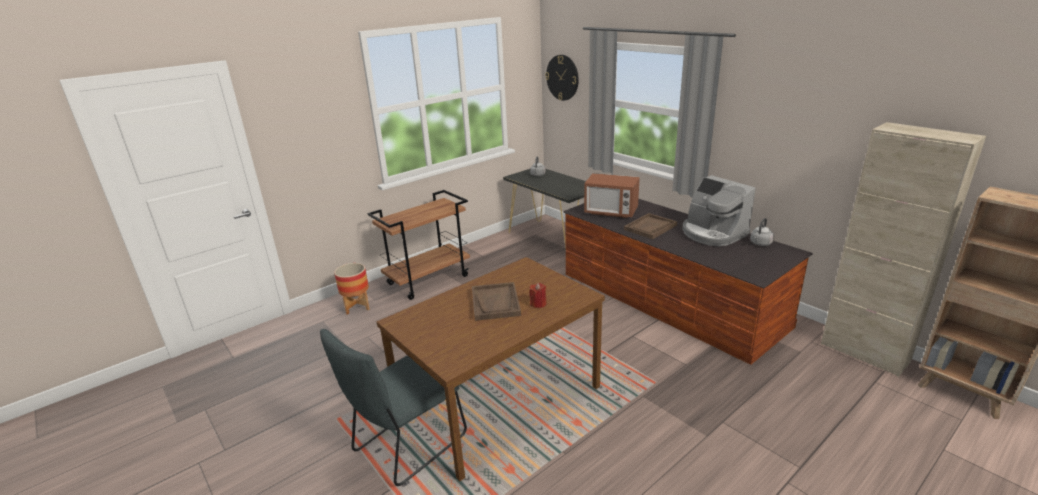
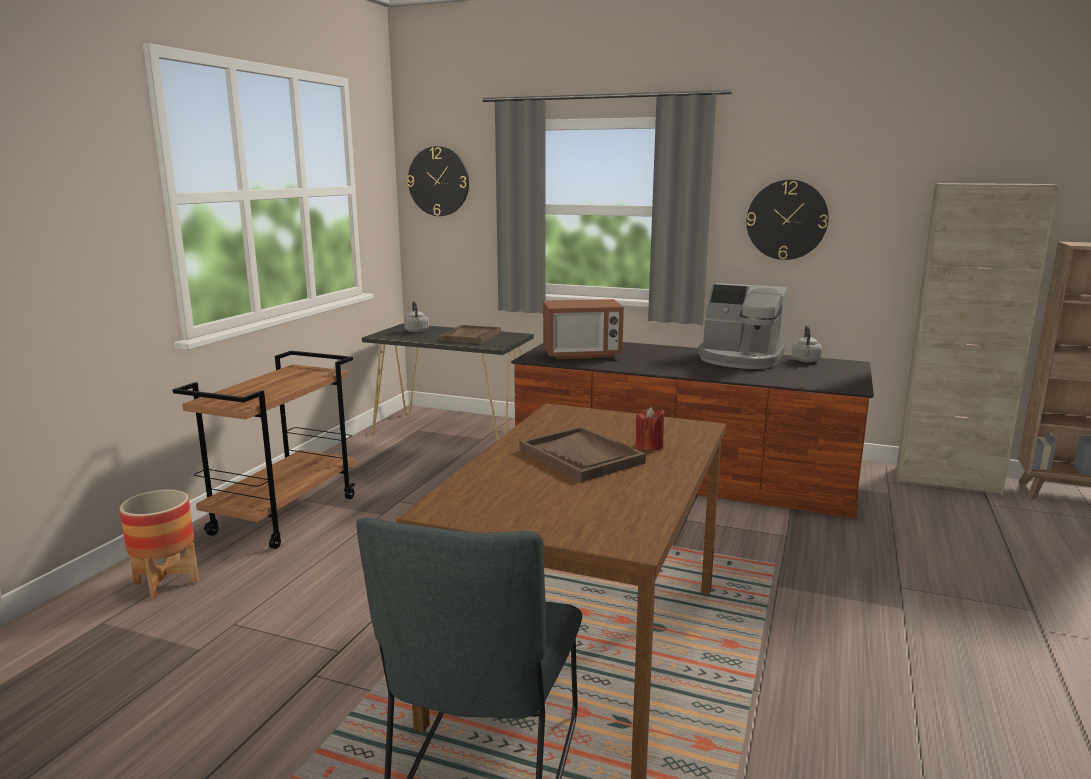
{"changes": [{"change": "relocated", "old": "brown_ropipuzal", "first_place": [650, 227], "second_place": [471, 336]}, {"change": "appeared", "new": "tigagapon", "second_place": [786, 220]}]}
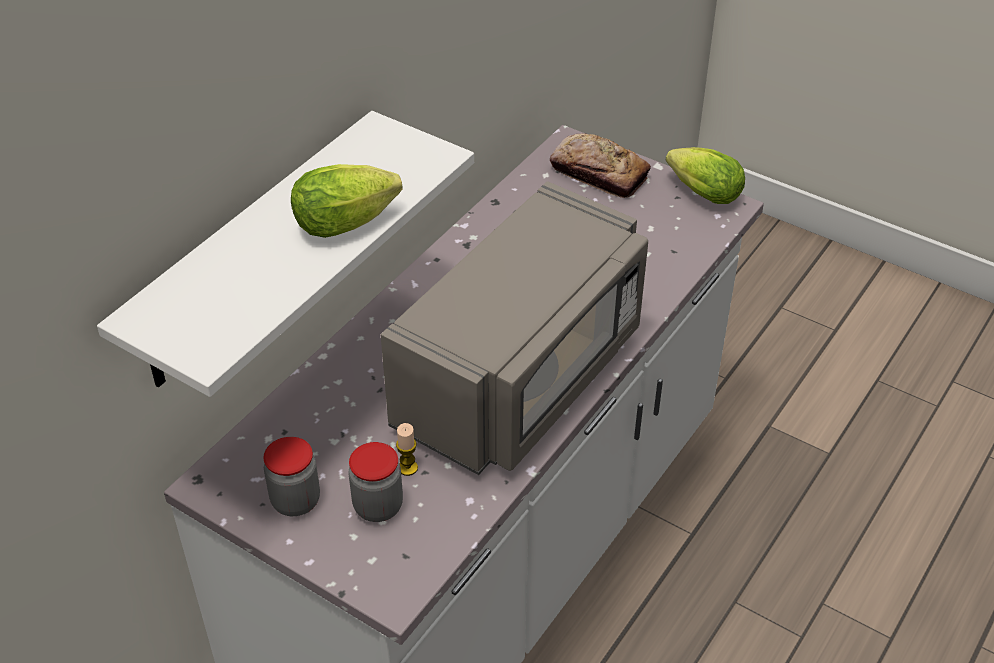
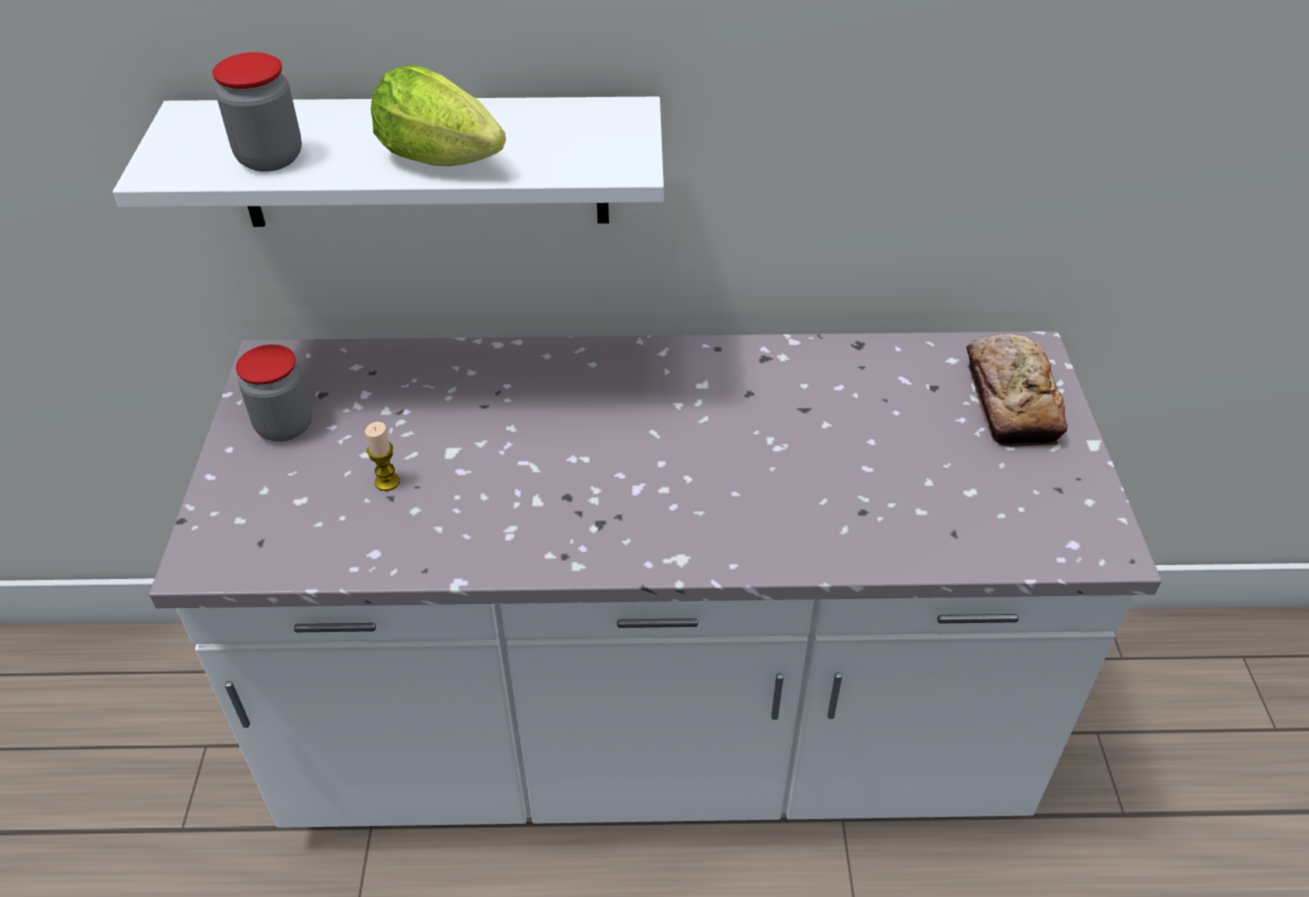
{"changes": [{"change": "missing", "old": "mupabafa", "first_place": [700, 192]}, {"change": "missing", "old": "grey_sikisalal", "first_place": [522, 377]}, {"change": "relocated", "old": "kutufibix", "first_place": [378, 506], "second_place": [270, 158]}]}
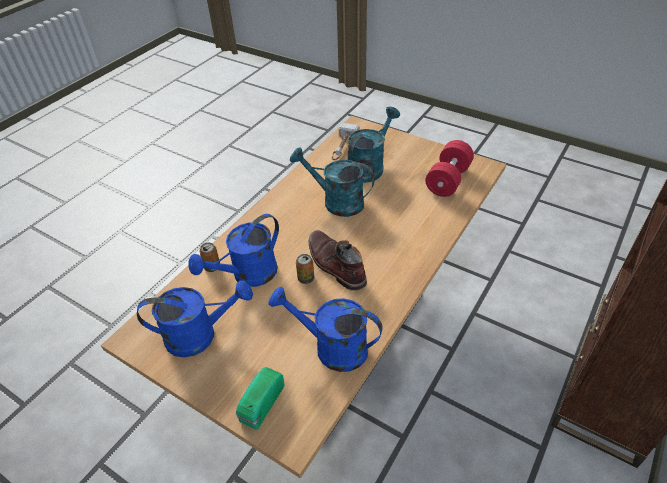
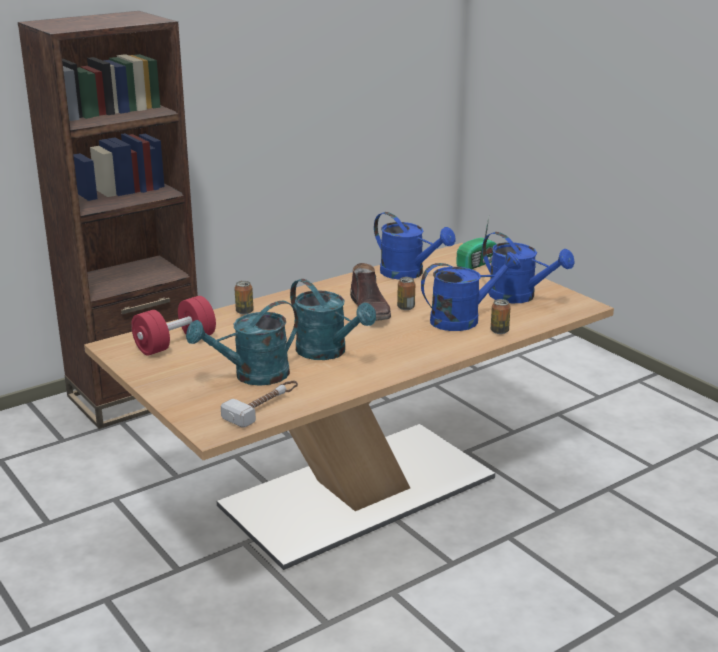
{"changes": [{"change": "spun", "old": "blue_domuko", "first_place": [200, 335], "second_place": [519, 297], "degrees": -150}, {"change": "appeared", "new": "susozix", "second_place": [244, 311]}]}
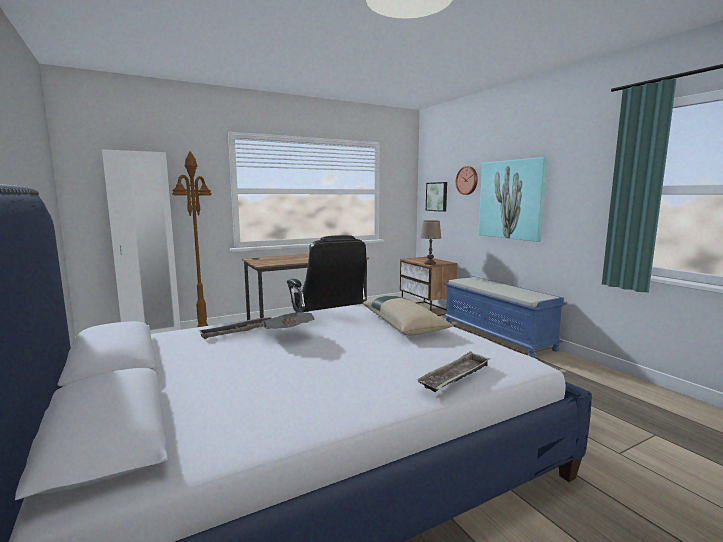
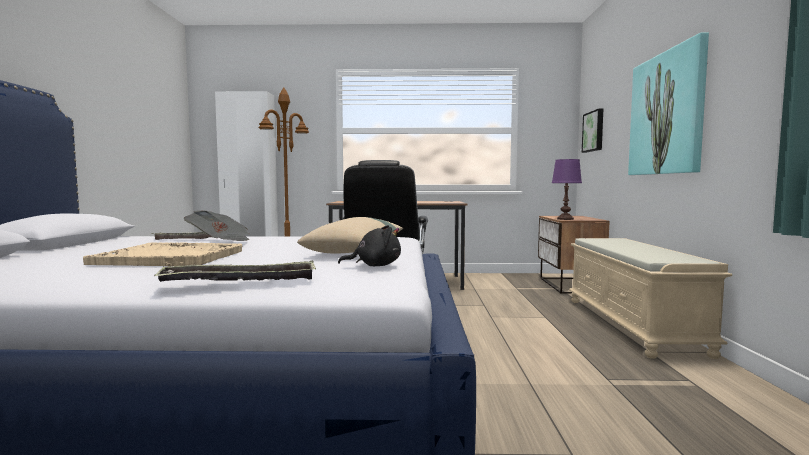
{"changes": [{"change": "missing", "old": "tigagapon", "first_place": [467, 180]}, {"change": "colour", "old": "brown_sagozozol", "new": "purple_sagozozol", "first_place": [429, 263], "second_place": [565, 219]}, {"change": "colour", "old": "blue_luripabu", "new": "beige_luripabu", "first_place": [497, 336], "second_place": [633, 325]}, {"change": "appeared", "new": "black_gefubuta", "second_place": [375, 265]}, {"change": "appeared", "new": "beige_ropipuzal", "second_place": [171, 257]}]}
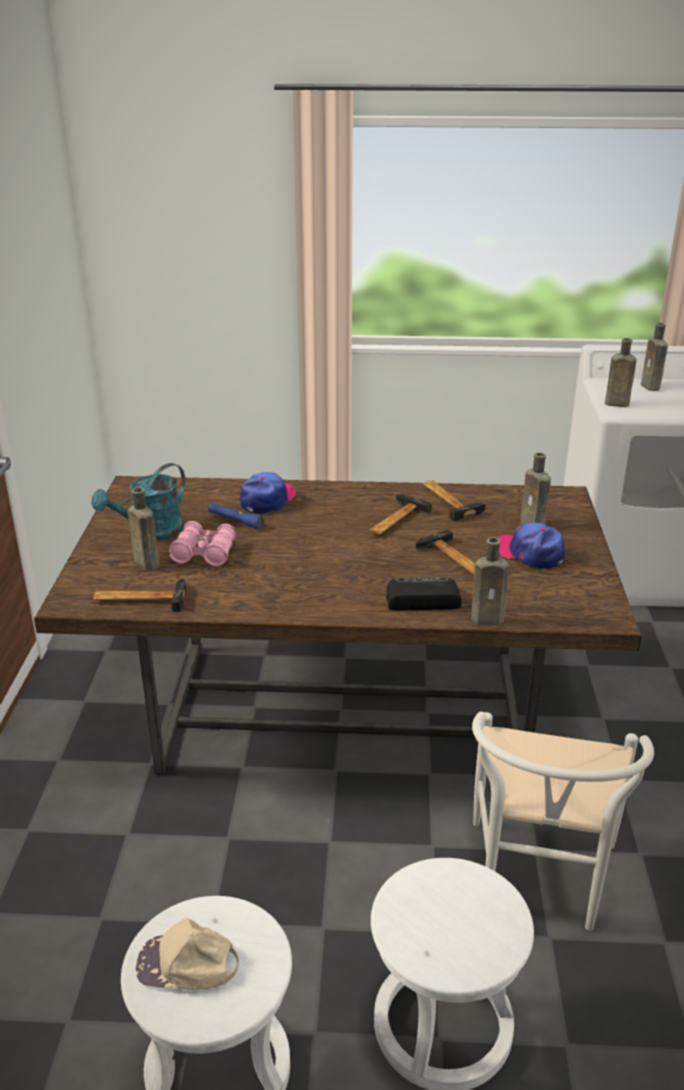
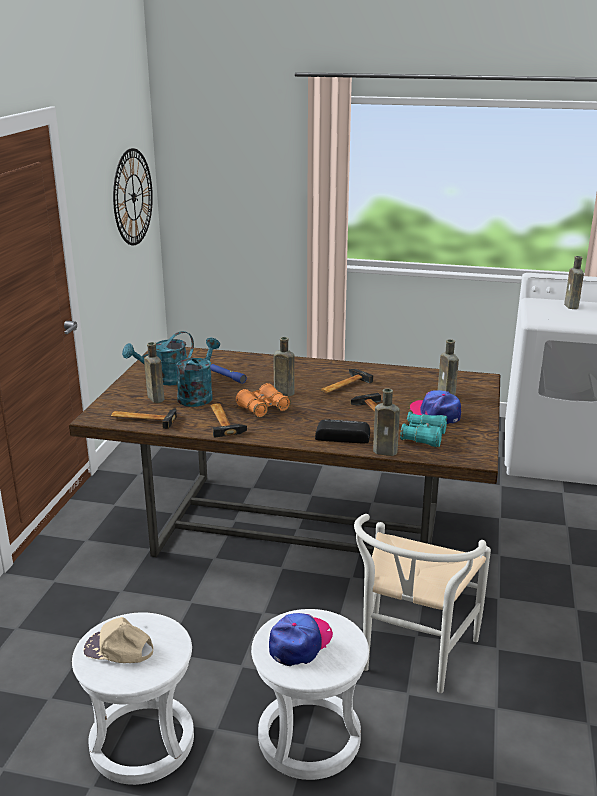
{"changes": [{"change": "relocated", "old": "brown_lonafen", "first_place": [615, 404], "second_place": [282, 392]}, {"change": "relocated", "old": "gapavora", "first_place": [268, 499], "second_place": [300, 643]}, {"change": "relocated", "old": "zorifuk", "first_place": [449, 501], "second_place": [224, 421]}, {"change": "exchanged", "old": "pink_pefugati", "new": "turquoise_domuko", "first_place": [204, 553], "second_place": [198, 395]}, {"change": "appeared", "new": "tigagapon", "second_place": [133, 197]}, {"change": "appeared", "new": "orange_pefugati", "second_place": [263, 408]}, {"change": "appeared", "new": "turquoise_pefugati", "second_place": [423, 437]}]}
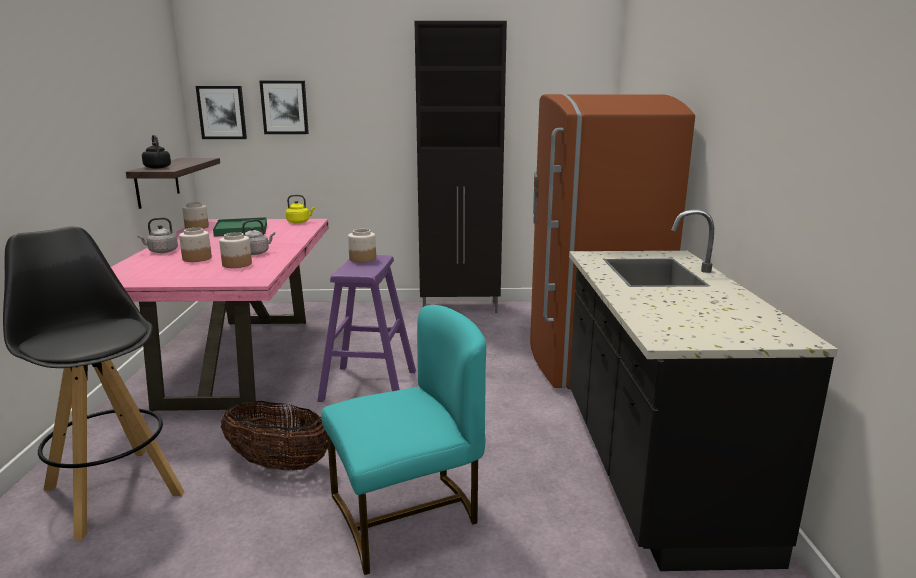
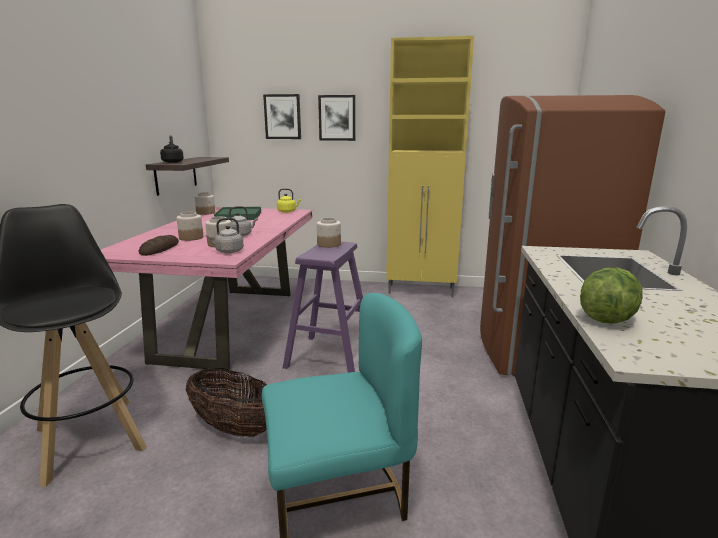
{"changes": [{"change": "colour", "old": "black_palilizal", "new": "yellow_palilizal", "first_place": [461, 308], "second_place": [421, 290]}, {"change": "relocated", "old": "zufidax", "first_place": [222, 112], "second_place": [337, 118]}, {"change": "relocated", "old": "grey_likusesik", "first_place": [161, 251], "second_place": [228, 251]}, {"change": "appeared", "new": "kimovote", "second_place": [159, 249]}, {"change": "appeared", "new": "mupabafa", "second_place": [606, 318]}]}
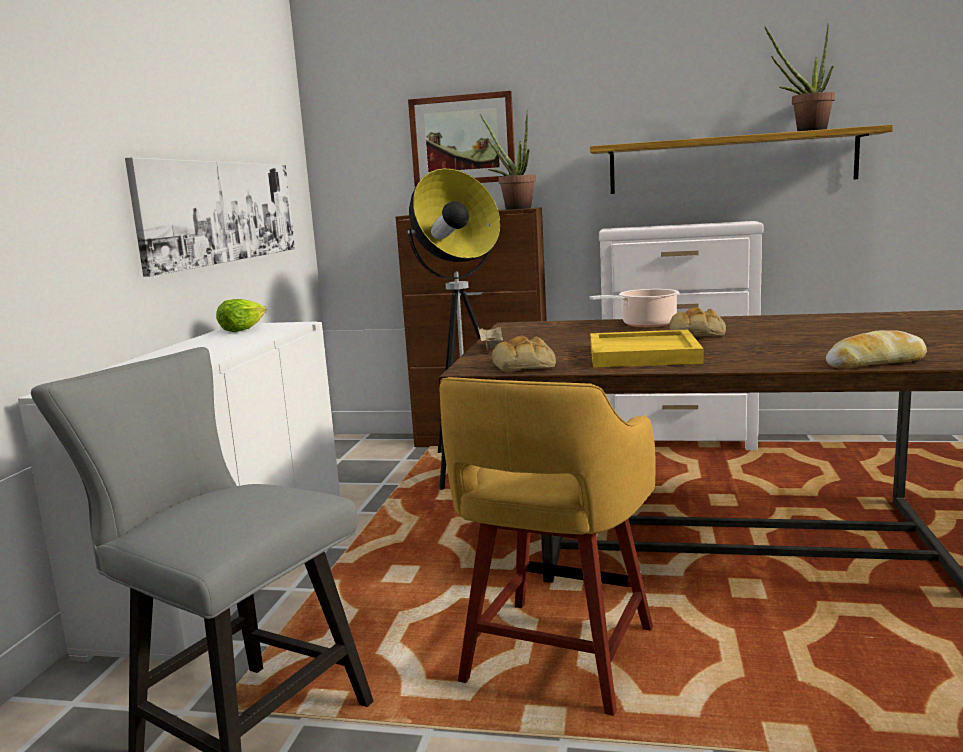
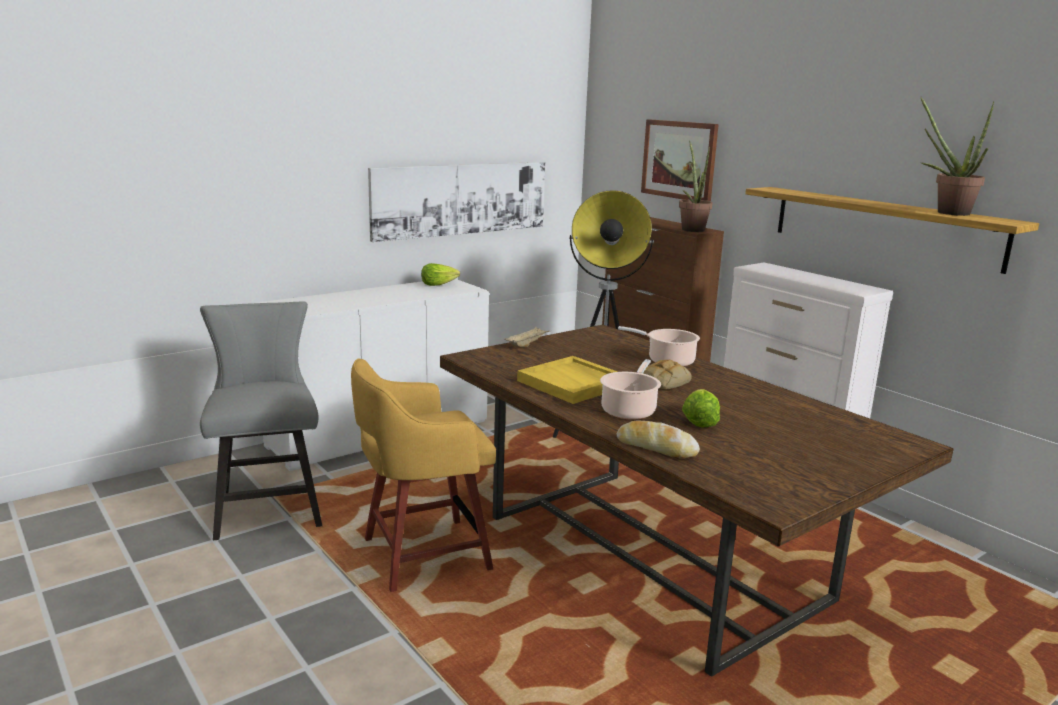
{"changes": [{"change": "missing", "old": "kimovote", "first_place": [524, 365]}, {"change": "appeared", "new": "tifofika", "second_place": [629, 410]}, {"change": "appeared", "new": "mupabafa", "second_place": [699, 421]}]}
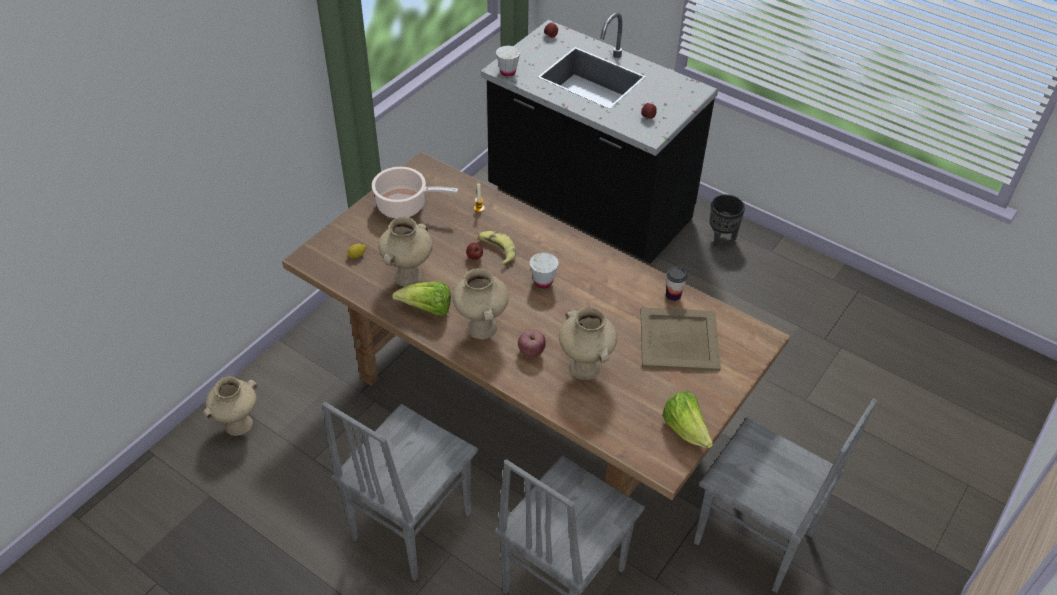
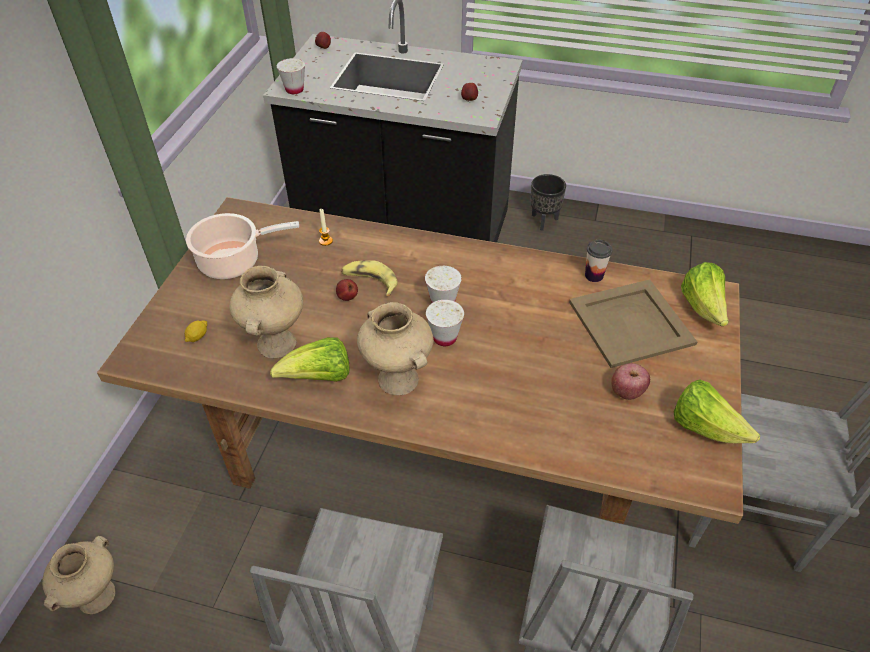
{"changes": [{"change": "missing", "old": "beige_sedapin", "first_place": [585, 368]}, {"change": "relocated", "old": "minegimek", "first_place": [531, 351], "second_place": [627, 391]}, {"change": "appeared", "new": "mupabafa", "second_place": [703, 308]}, {"change": "appeared", "new": "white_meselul", "second_place": [444, 338]}]}
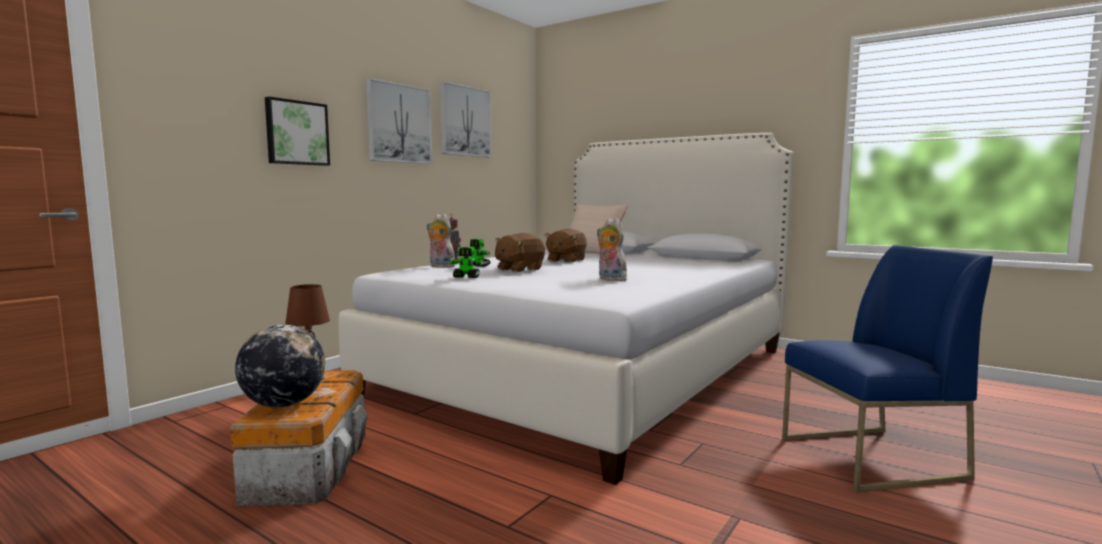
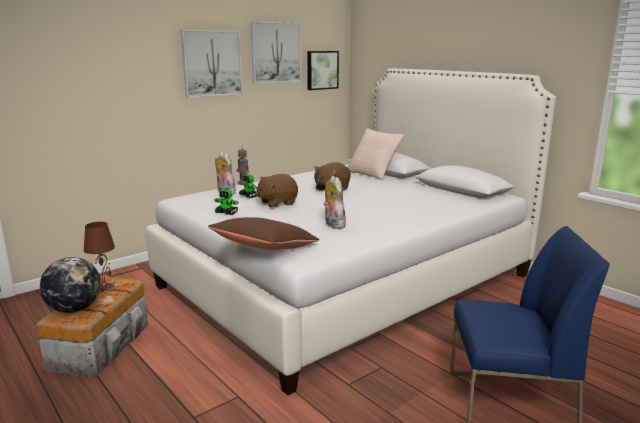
{"changes": [{"change": "relocated", "old": "zufidax", "first_place": [296, 133], "second_place": [321, 70]}, {"change": "appeared", "new": "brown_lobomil", "second_place": [265, 248]}]}
